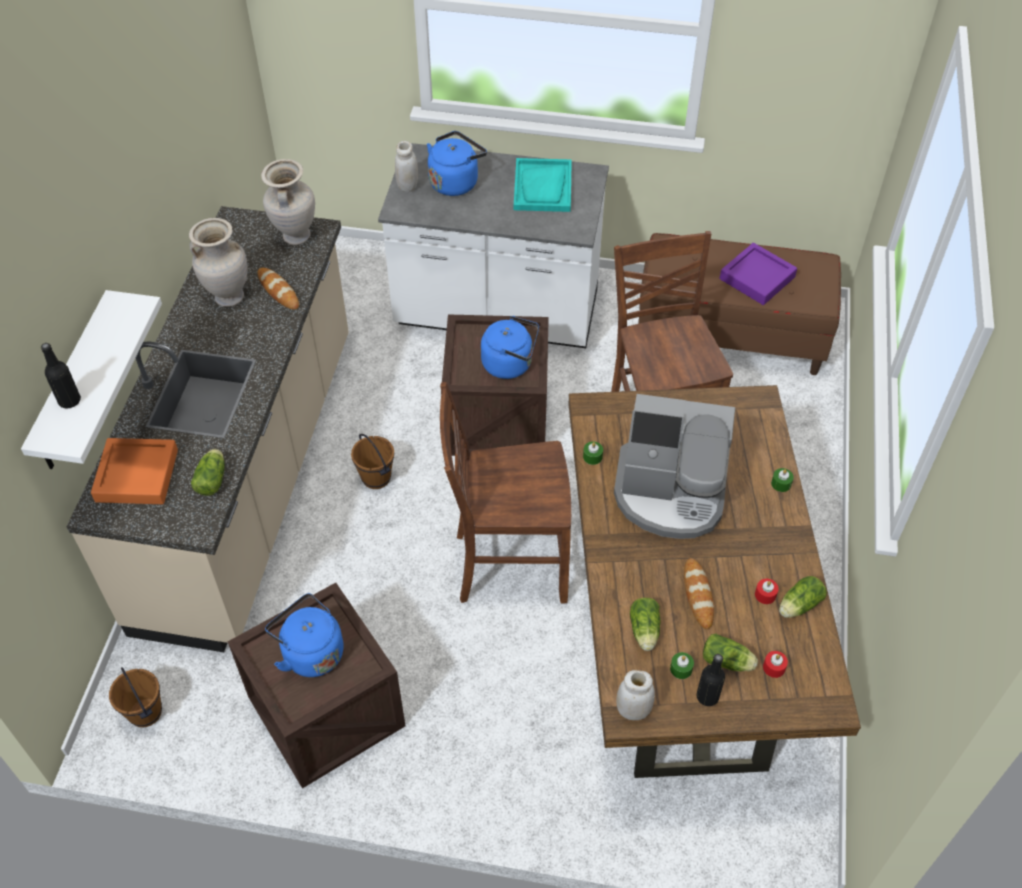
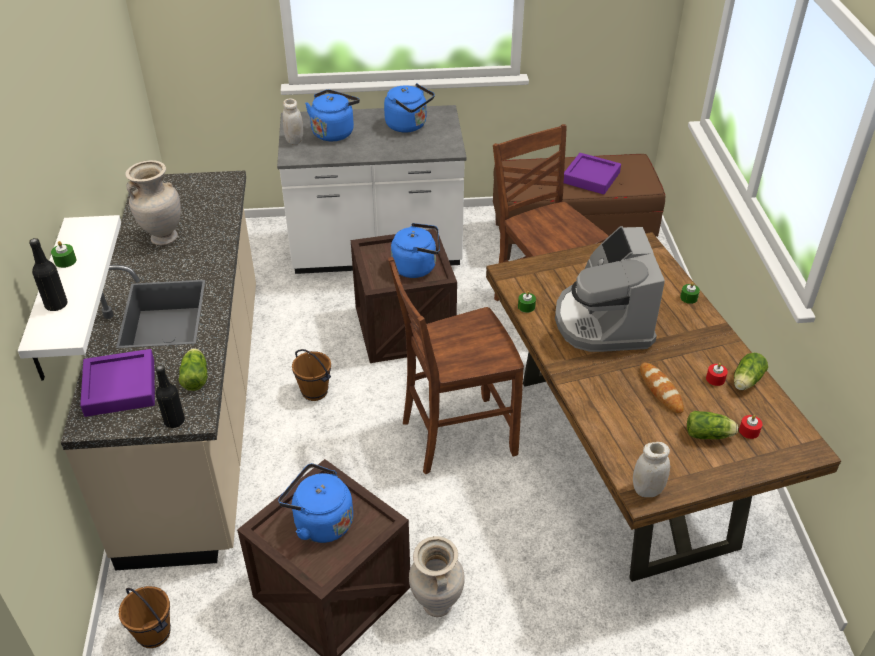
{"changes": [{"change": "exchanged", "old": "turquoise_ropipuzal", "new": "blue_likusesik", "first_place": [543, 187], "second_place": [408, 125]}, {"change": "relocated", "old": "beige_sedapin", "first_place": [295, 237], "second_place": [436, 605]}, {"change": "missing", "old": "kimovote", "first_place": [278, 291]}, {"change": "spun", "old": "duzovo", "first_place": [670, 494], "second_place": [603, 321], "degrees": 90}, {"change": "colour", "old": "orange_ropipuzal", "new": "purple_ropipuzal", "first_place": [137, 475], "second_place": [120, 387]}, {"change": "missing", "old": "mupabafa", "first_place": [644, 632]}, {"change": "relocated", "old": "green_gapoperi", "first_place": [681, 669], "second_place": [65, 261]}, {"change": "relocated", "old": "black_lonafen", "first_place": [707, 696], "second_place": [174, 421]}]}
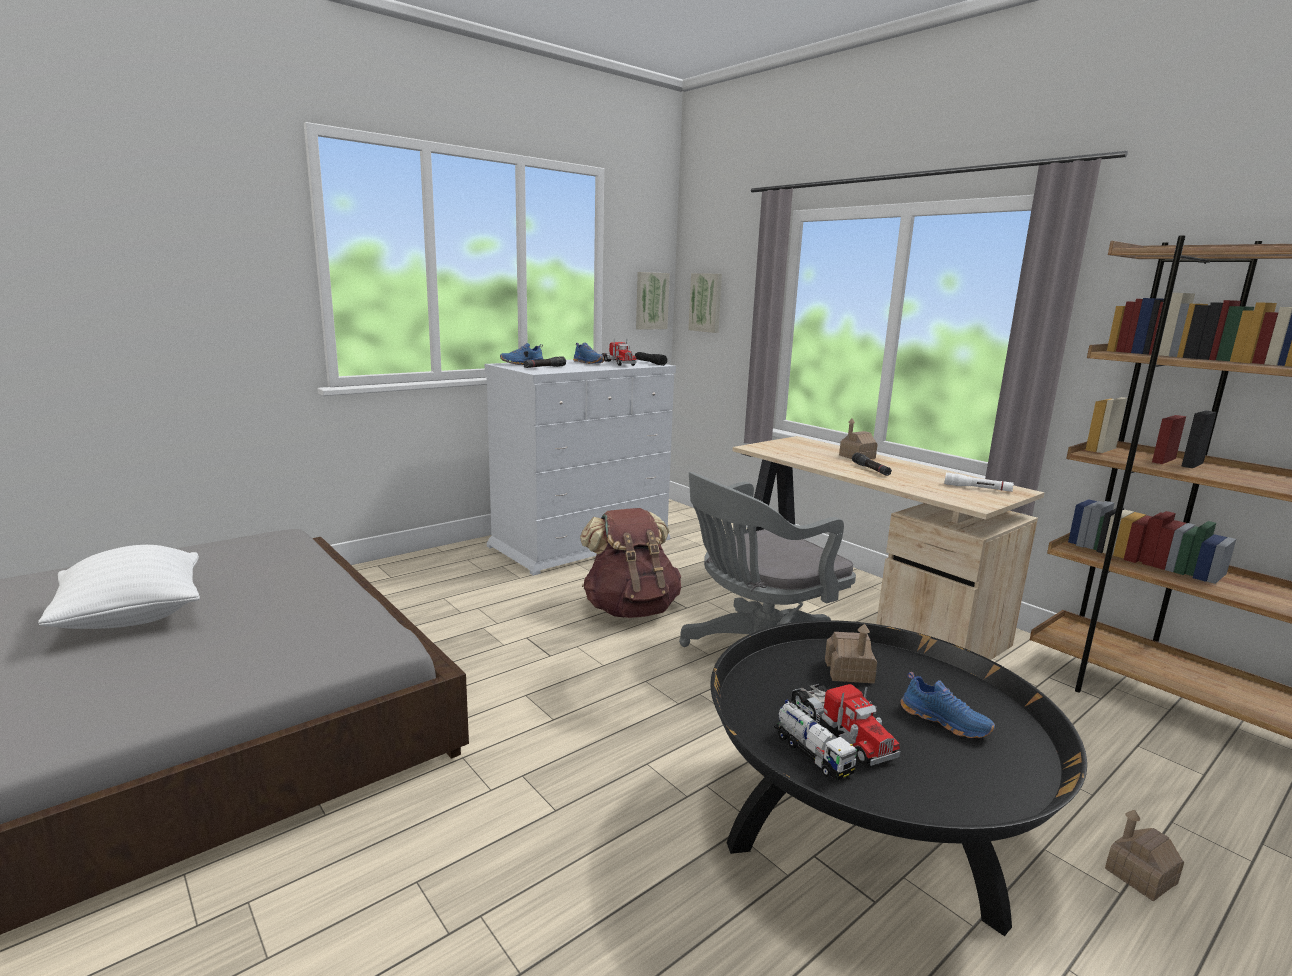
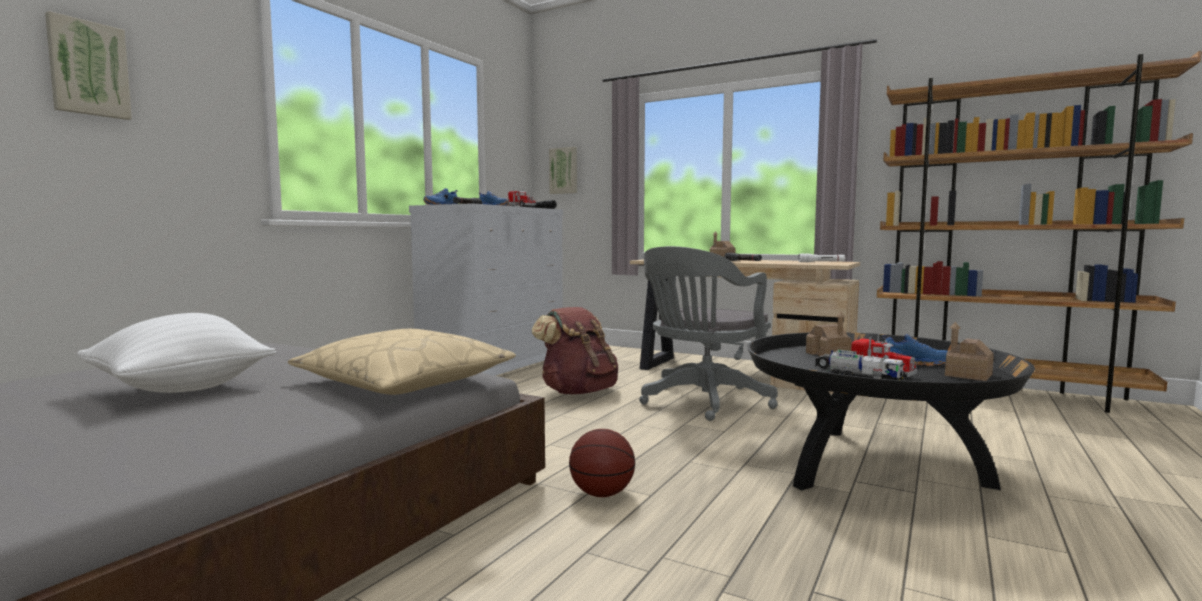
{"changes": [{"change": "relocated", "old": "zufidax", "first_place": [651, 301], "second_place": [88, 69]}, {"change": "relocated", "old": "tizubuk", "first_place": [1140, 876], "second_place": [968, 375]}, {"change": "appeared", "new": "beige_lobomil", "second_place": [404, 382]}, {"change": "appeared", "new": "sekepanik", "second_place": [602, 494]}]}
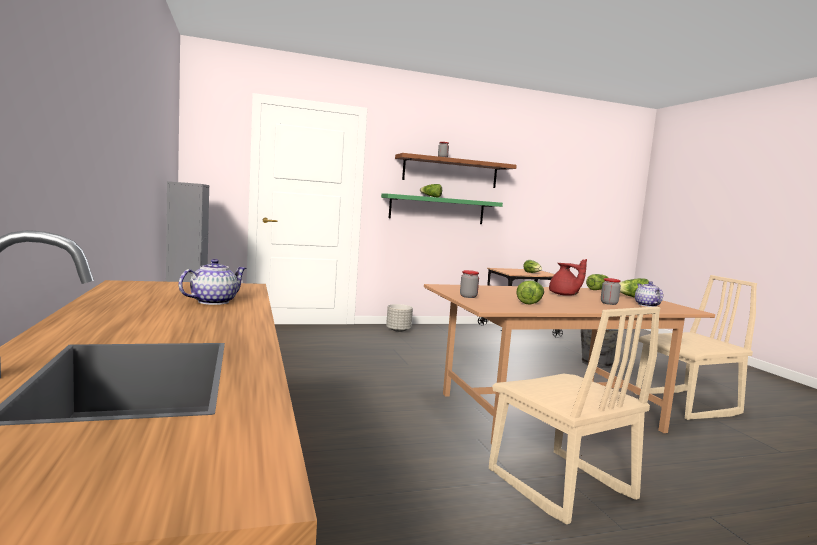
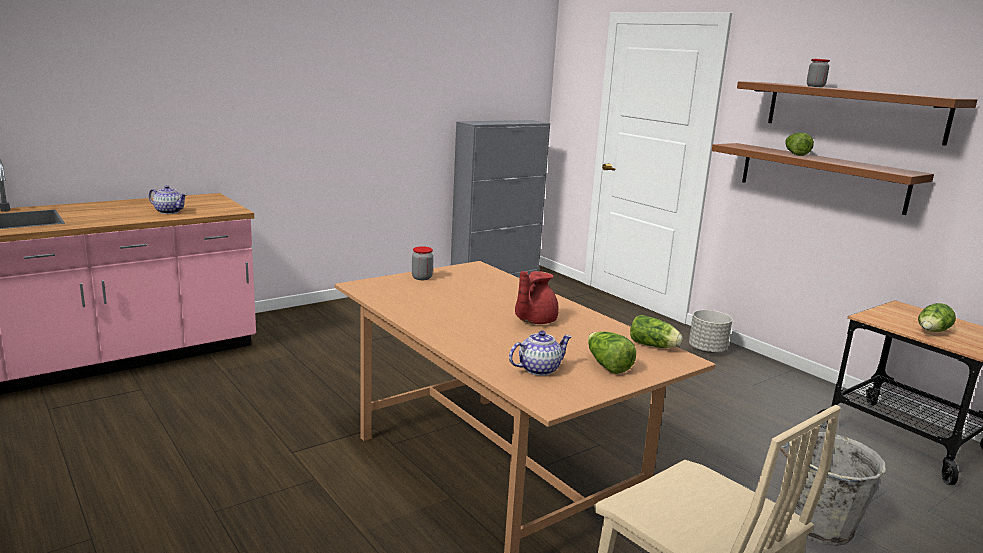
{"changes": [{"change": "colour", "old": "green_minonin", "new": "brown_minonin", "first_place": [437, 209], "second_place": [821, 177]}, {"change": "missing", "old": "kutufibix", "first_place": [609, 303]}, {"change": "missing", "old": "mupabafa", "first_place": [529, 302]}, {"change": "missing", "old": "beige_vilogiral", "first_place": [559, 485]}]}
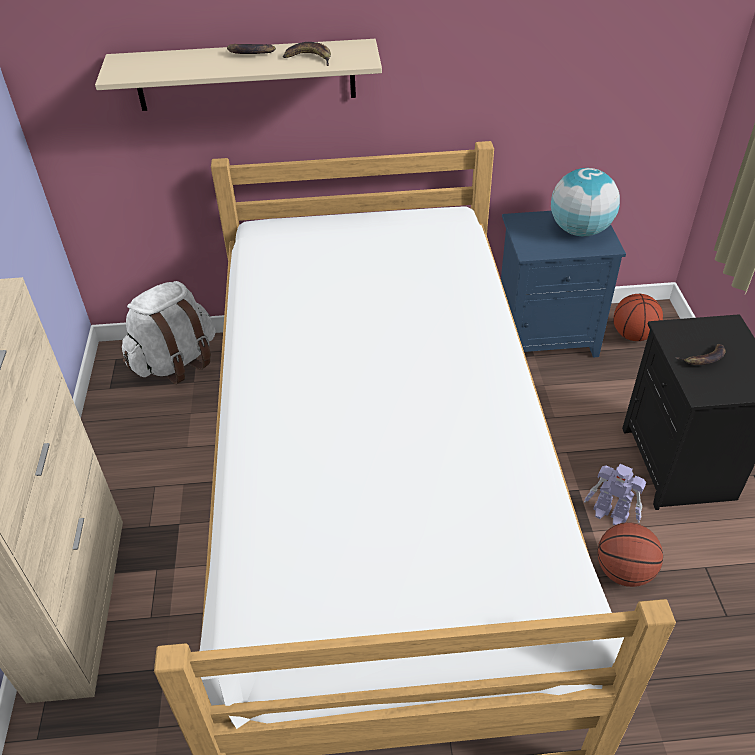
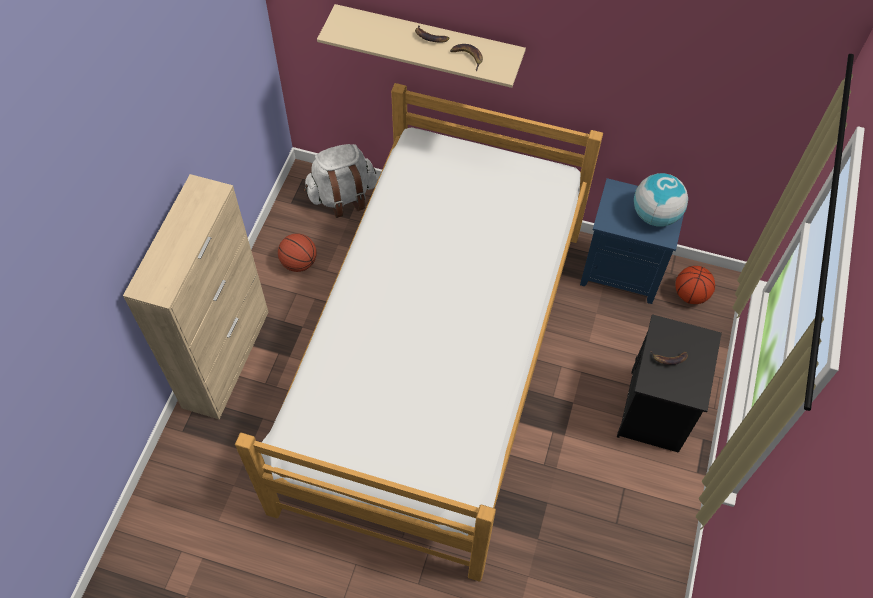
{"changes": [{"change": "missing", "old": "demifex", "first_place": [611, 514]}, {"change": "relocated", "old": "sekepanik", "first_place": [624, 571], "second_place": [299, 263]}]}
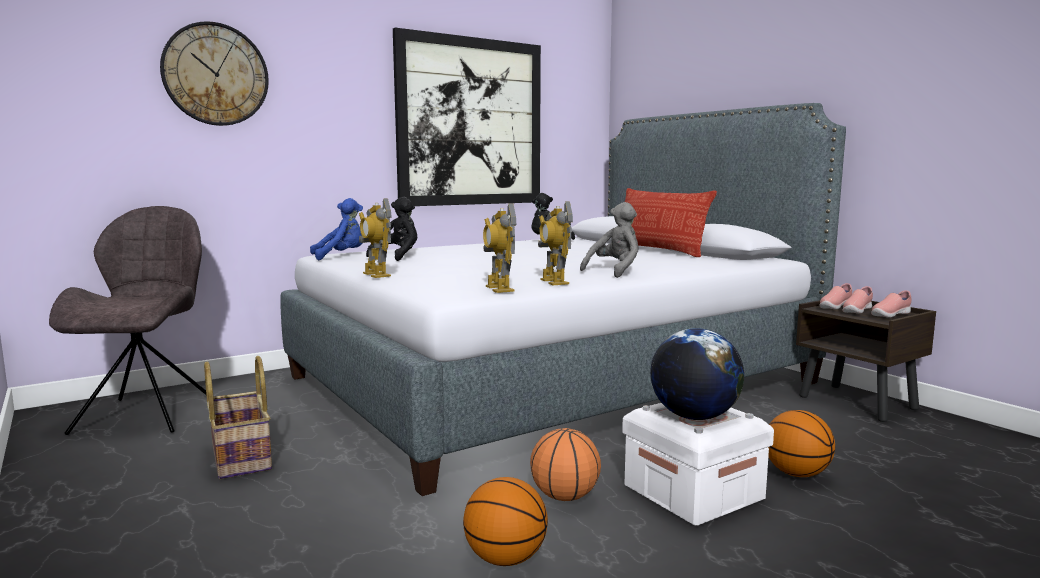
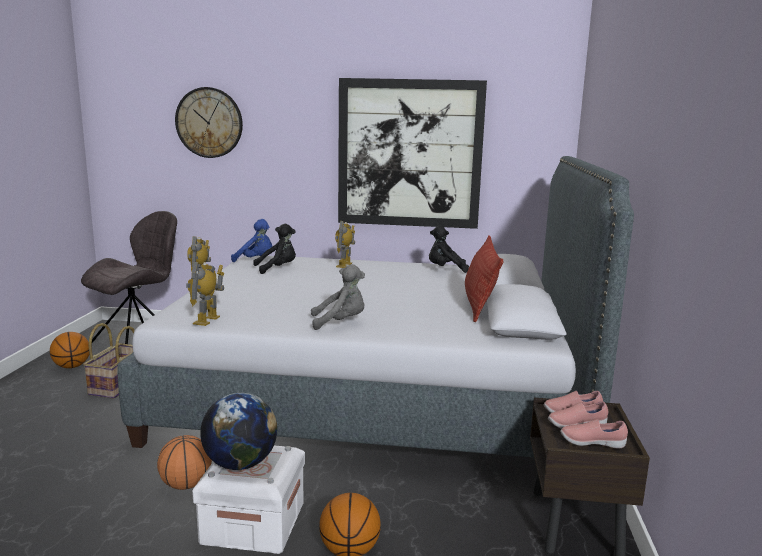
{"changes": [{"change": "relocated", "old": "demifex", "first_place": [554, 282], "second_place": [344, 265]}, {"change": "relocated", "old": "sekepanik", "first_place": [505, 558], "second_place": [72, 366]}]}
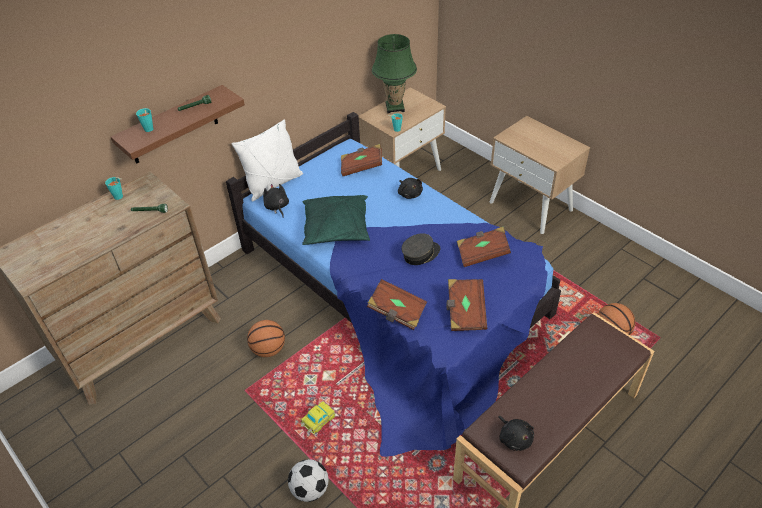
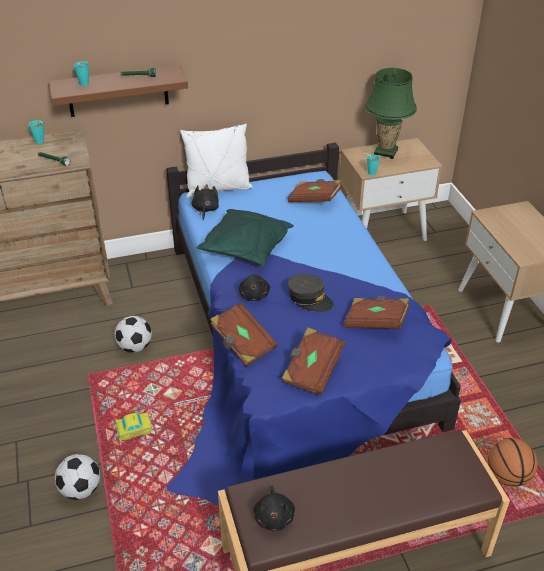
{"changes": [{"change": "relocated", "old": "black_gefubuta", "first_place": [409, 194], "second_place": [254, 295]}, {"change": "spun", "old": "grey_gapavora", "first_place": [420, 254], "second_place": [309, 299], "degrees": 45}, {"change": "exchanged", "old": "sekepanik", "new": "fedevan", "first_place": [268, 349], "second_place": [135, 347]}]}
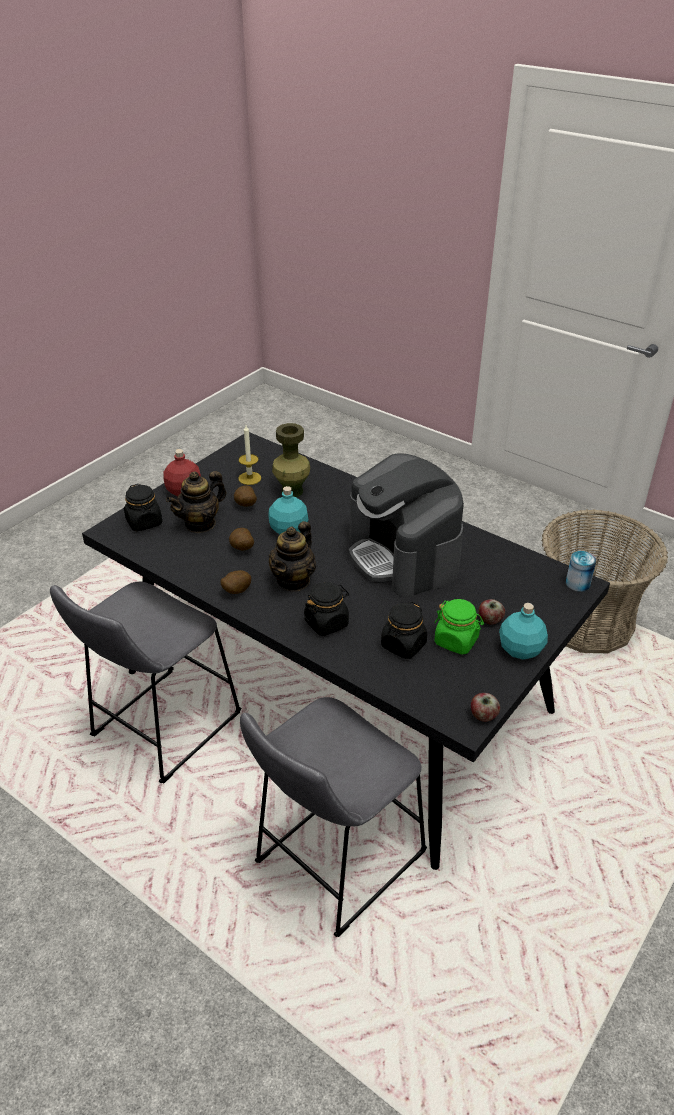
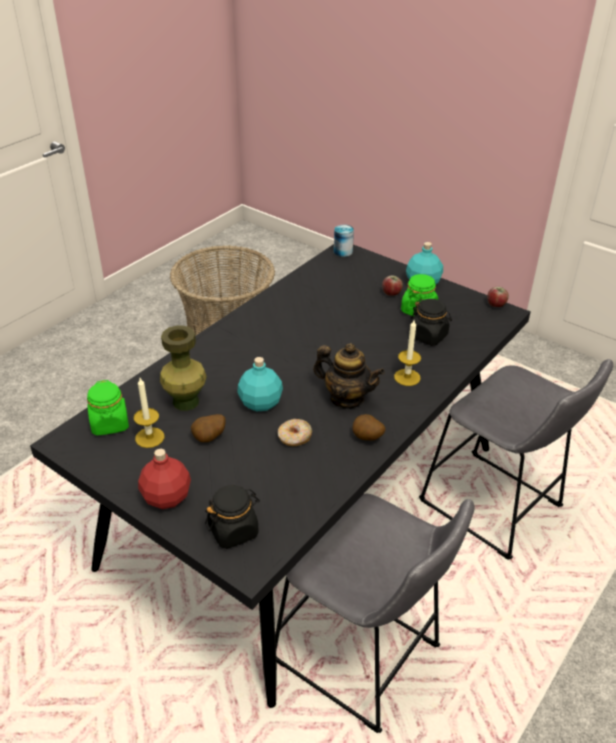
{"changes": [{"change": "missing", "old": "duzovo", "first_place": [403, 556]}, {"change": "missing", "old": "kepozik", "first_place": [200, 523]}, {"change": "exchanged", "old": "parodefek", "new": "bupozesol", "first_place": [242, 549], "second_place": [294, 437]}, {"change": "exchanged", "old": "black_kutufibix", "new": "gapoperi", "first_place": [326, 623], "second_place": [407, 377]}, {"change": "appeared", "new": "green_kutufibix", "second_place": [110, 424]}]}
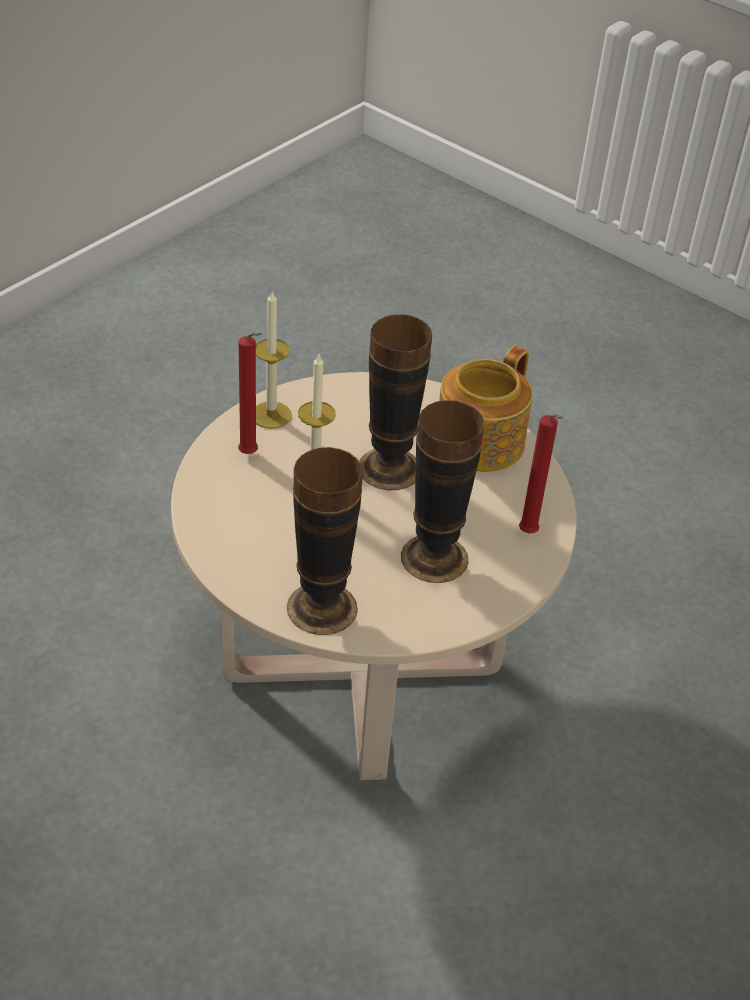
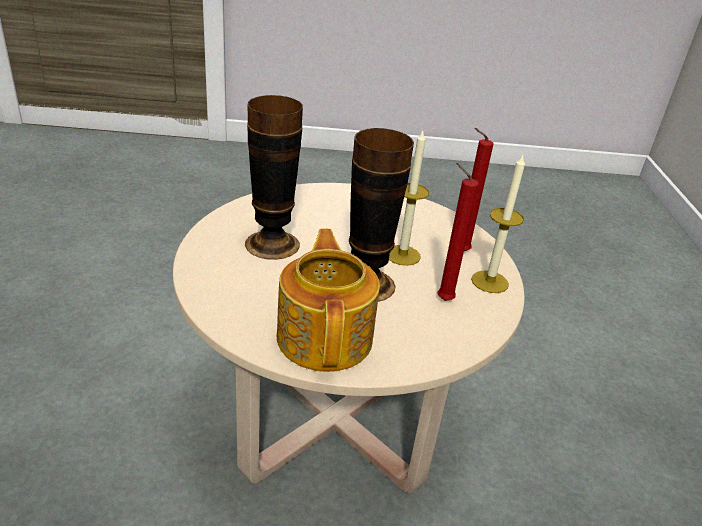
{"changes": [{"change": "relocated", "old": "red_gapoperi", "first_place": [529, 534], "second_place": [442, 299]}, {"change": "missing", "old": "sedapin", "first_place": [322, 607]}]}
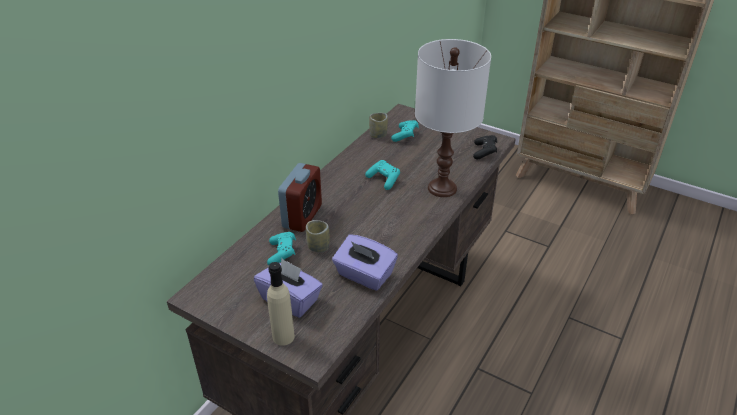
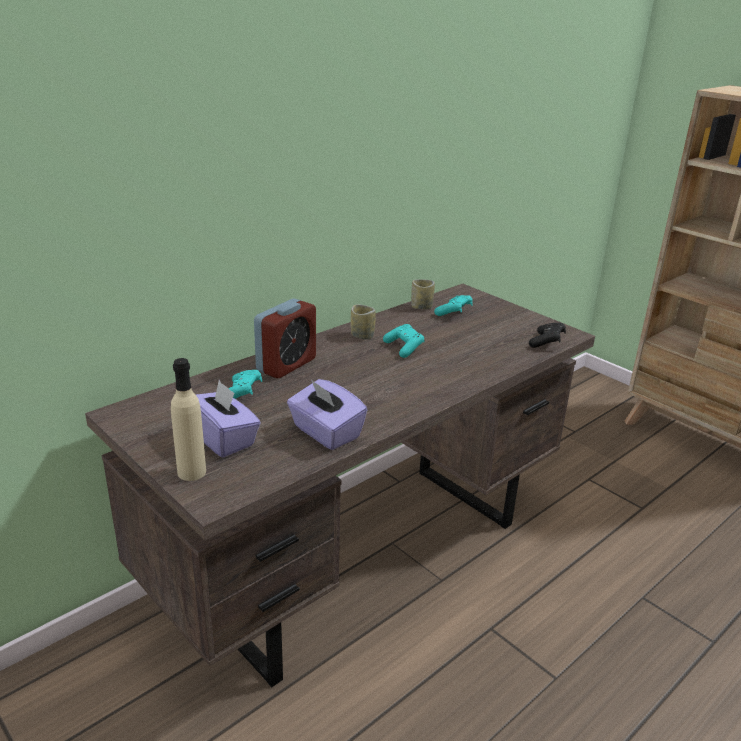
{"changes": [{"change": "missing", "old": "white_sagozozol", "first_place": [442, 188]}, {"change": "relocated", "old": "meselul", "first_place": [318, 247], "second_place": [362, 335]}]}
